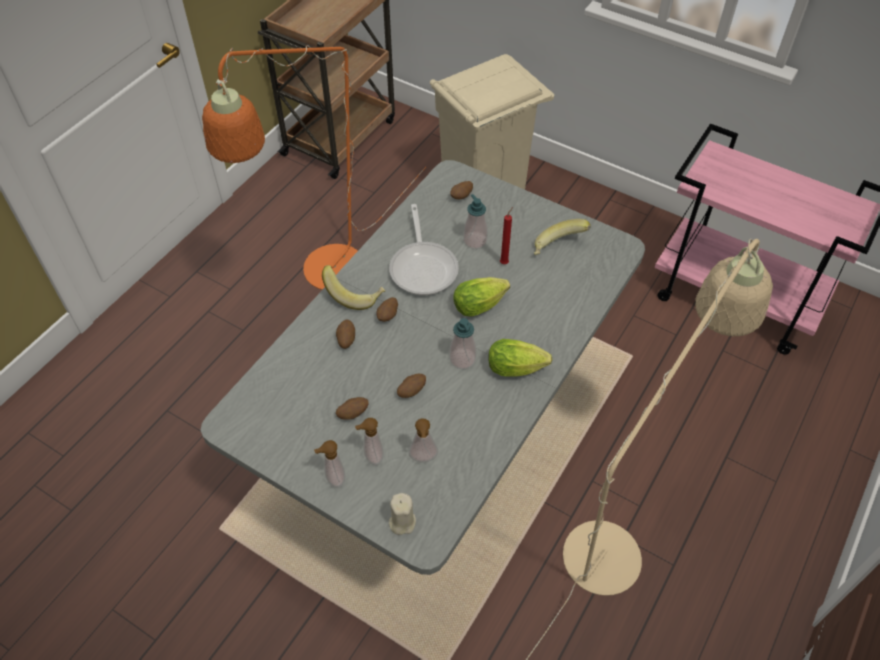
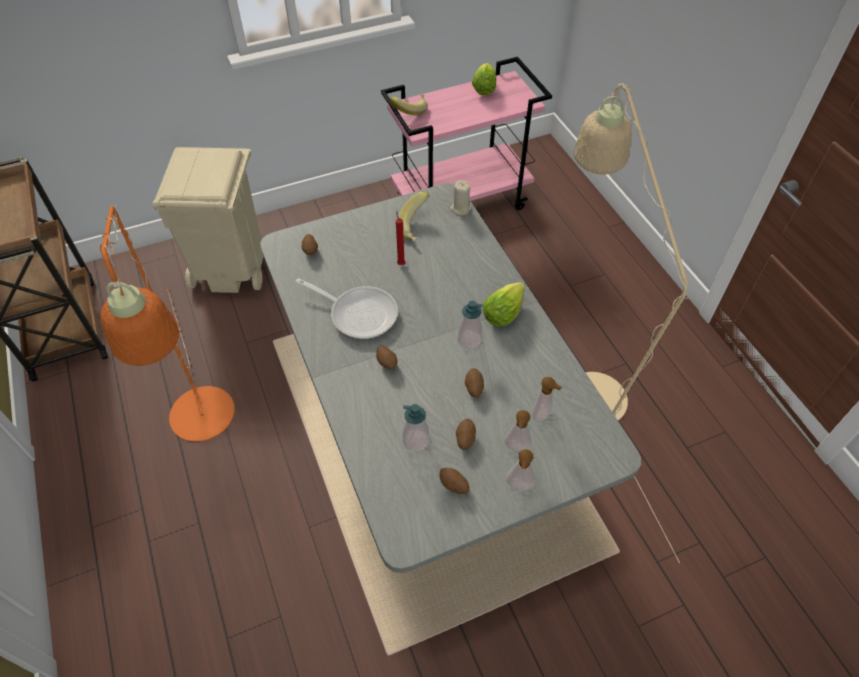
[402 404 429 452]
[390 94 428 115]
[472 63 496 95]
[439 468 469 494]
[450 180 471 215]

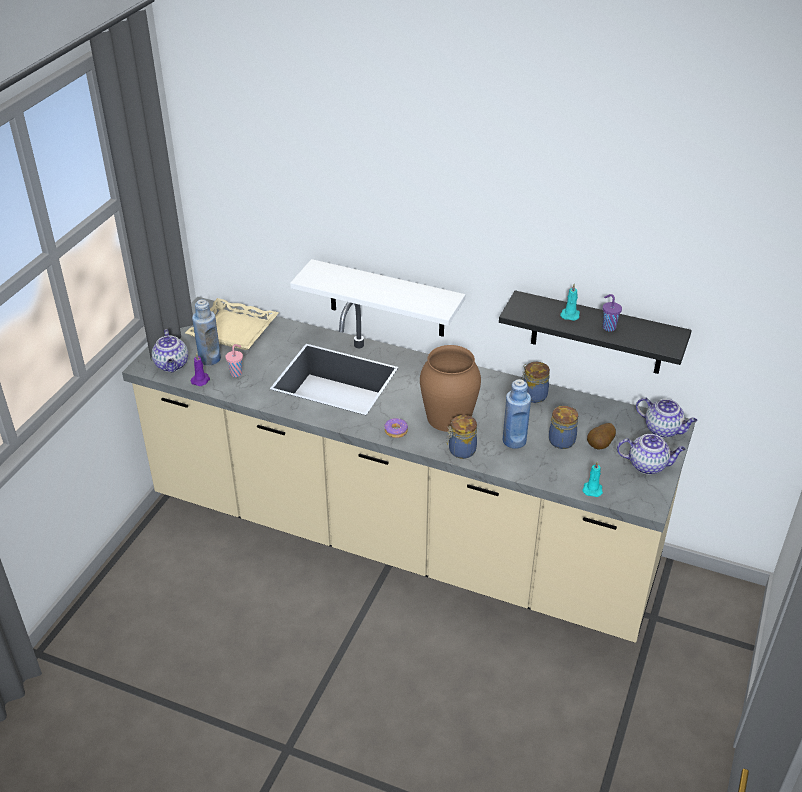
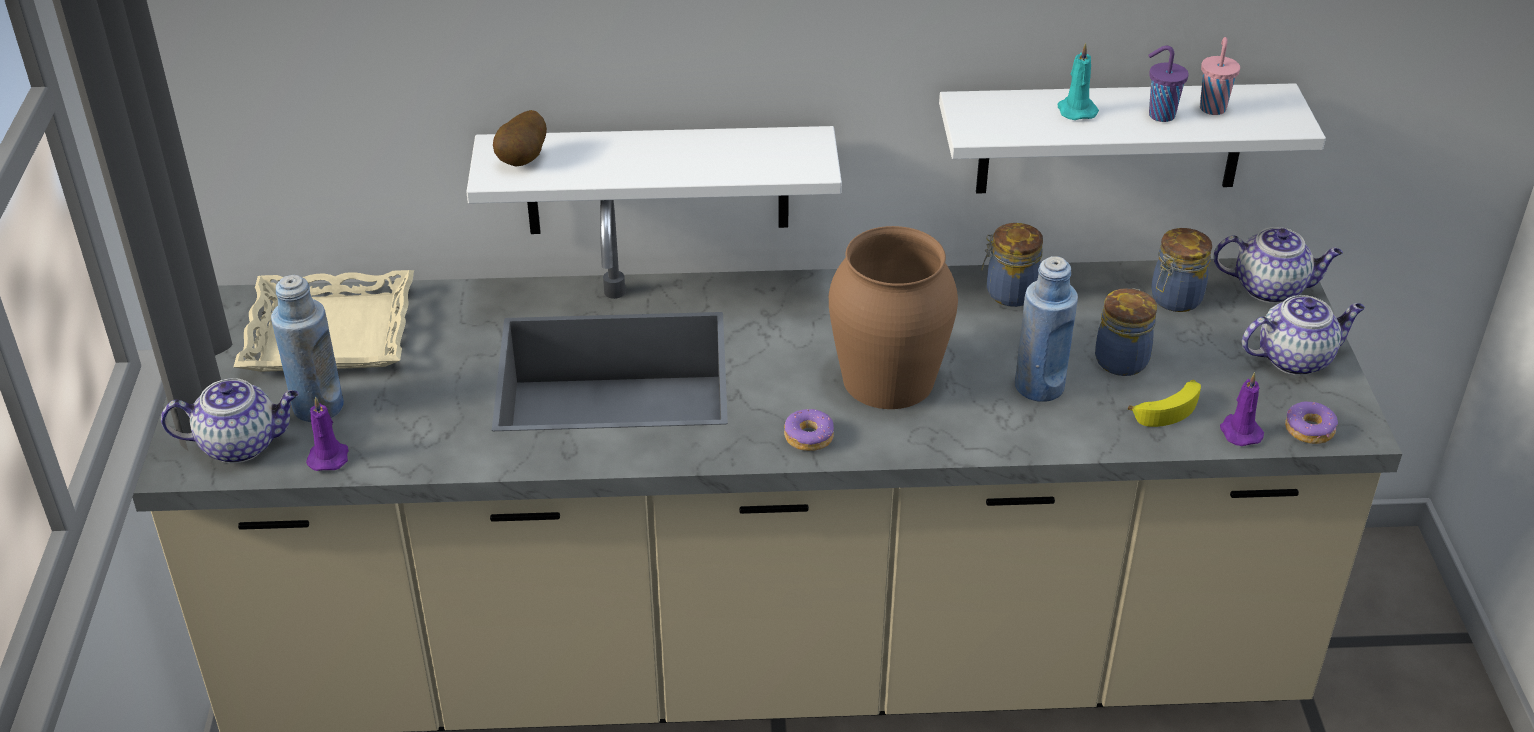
[939 83 1326 194]
[161 378 299 463]
[1200 37 1240 115]
[1151 228 1212 312]
[493 110 547 167]
[1220 372 1264 446]
[1128 380 1201 427]
[1285 402 1338 444]

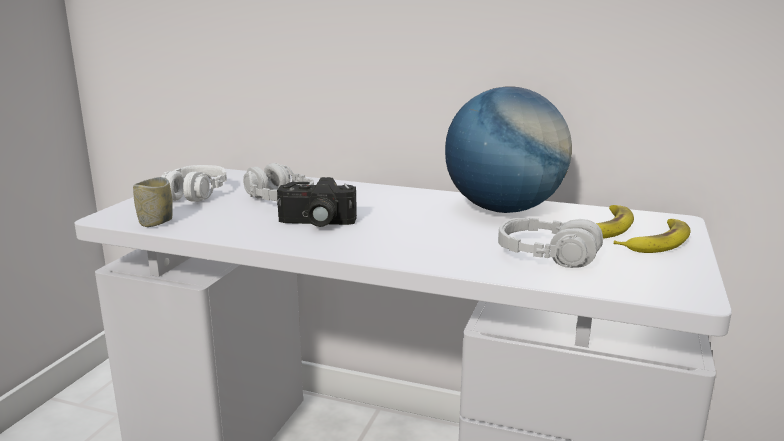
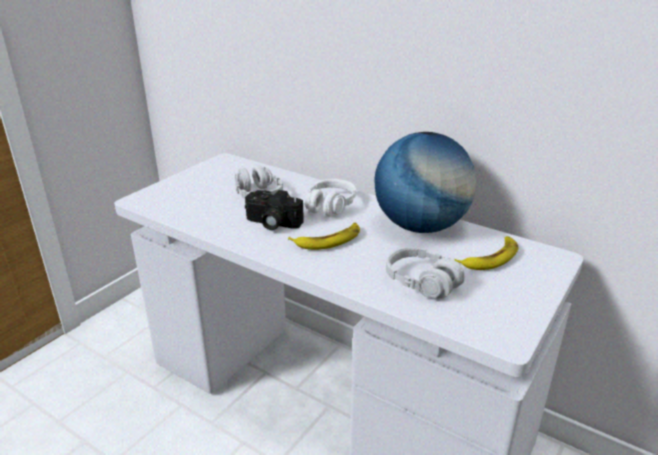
[305 179 356 217]
[133 177 173 227] (first image)
[288 223 360 250]

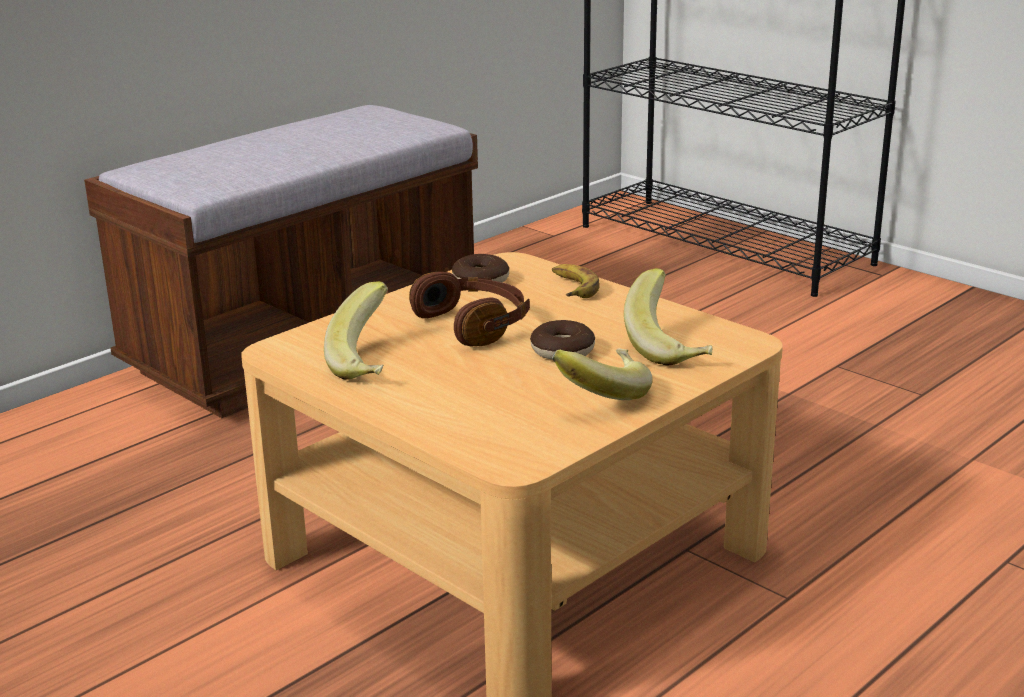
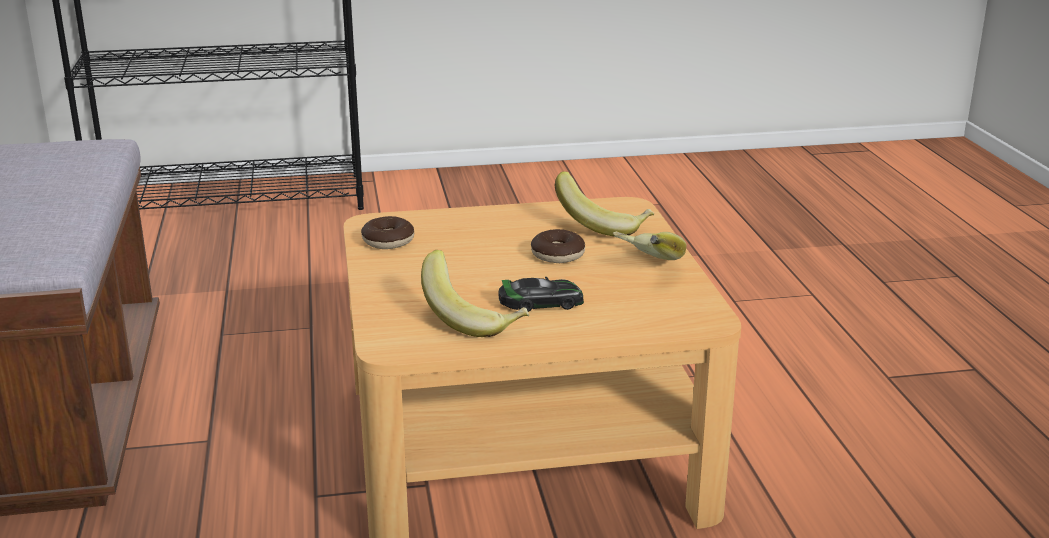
[552 264 600 298] (first image)
[409 272 530 346] (first image)
[499 277 584 312]

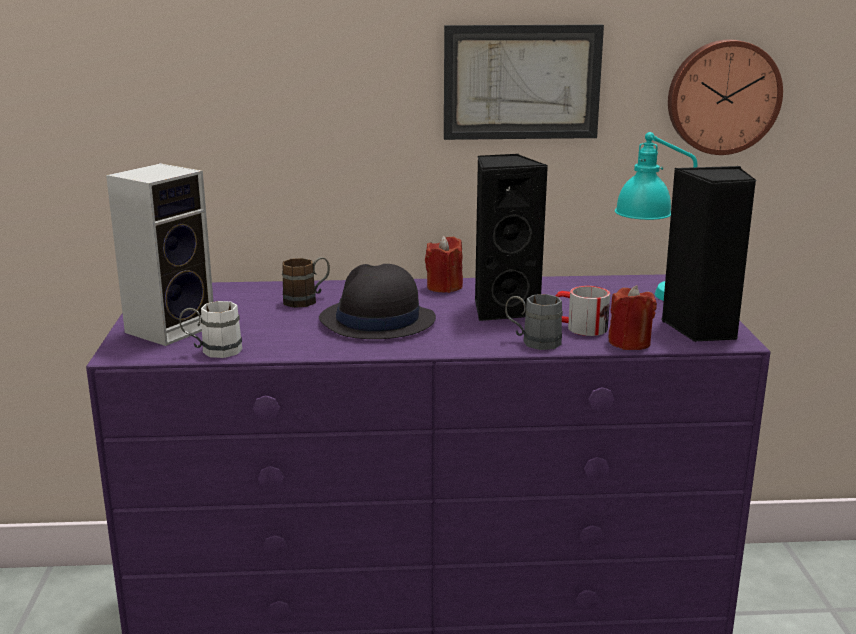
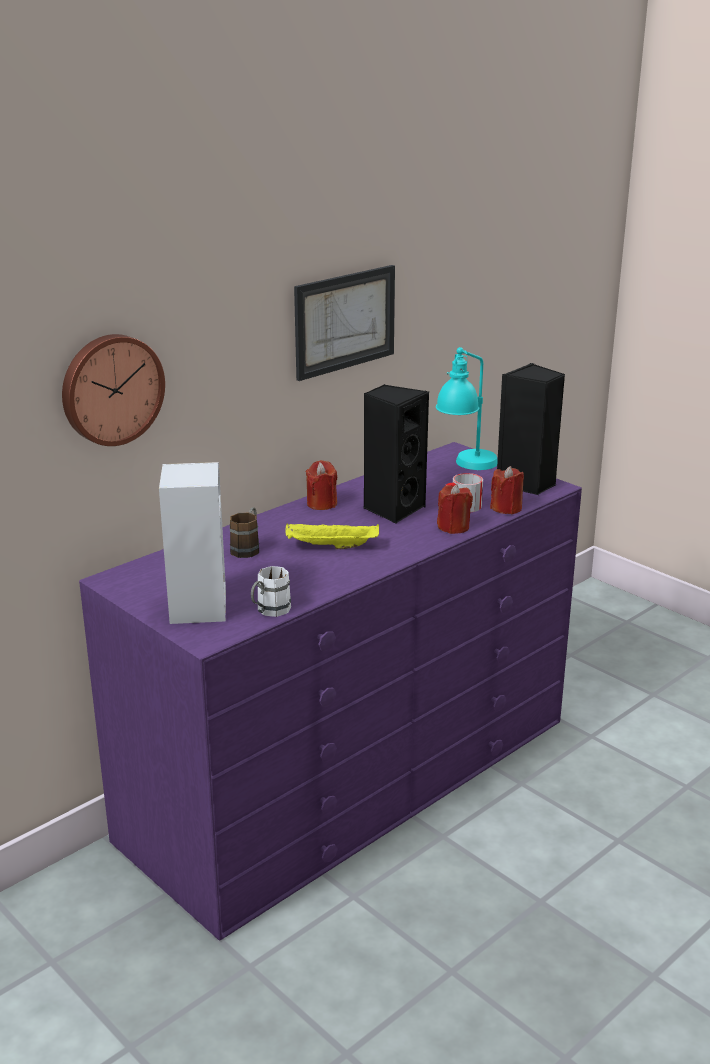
[62 334 165 446]
[285 524 379 549]
[437 484 473 534]

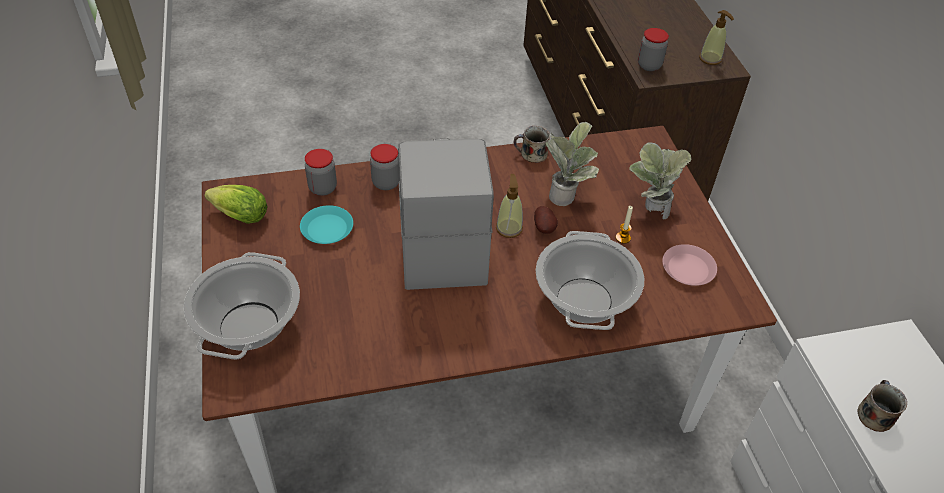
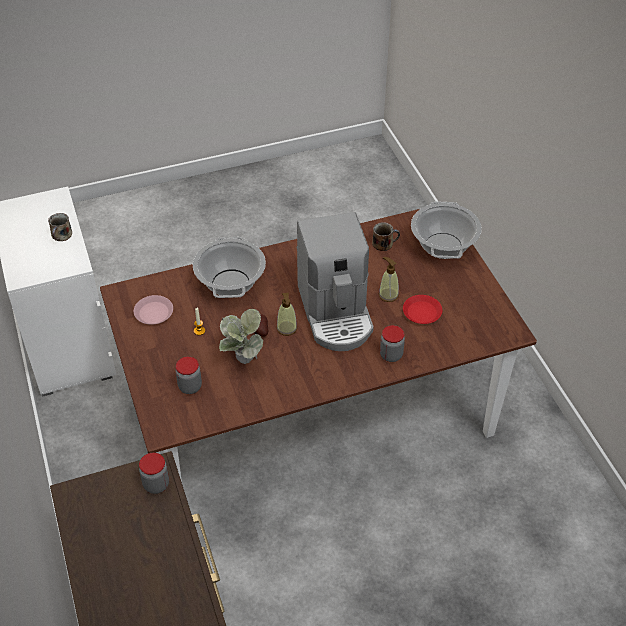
[379 257 399 302]
[372 222 400 251]
[629 142 692 219] (first image)
[176 357 202 394]
[204 185 268 224] (first image)
[403 295 442 324]

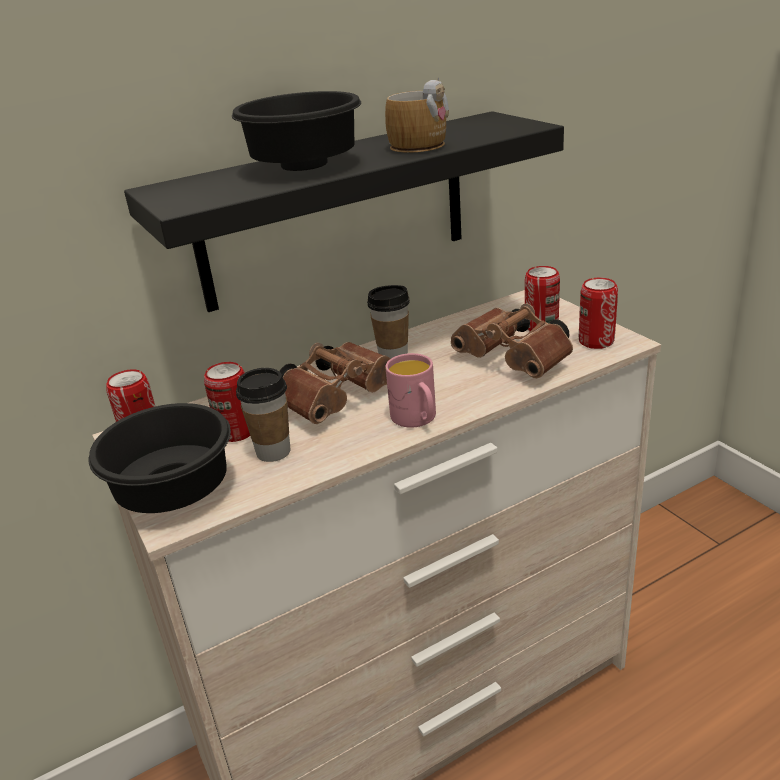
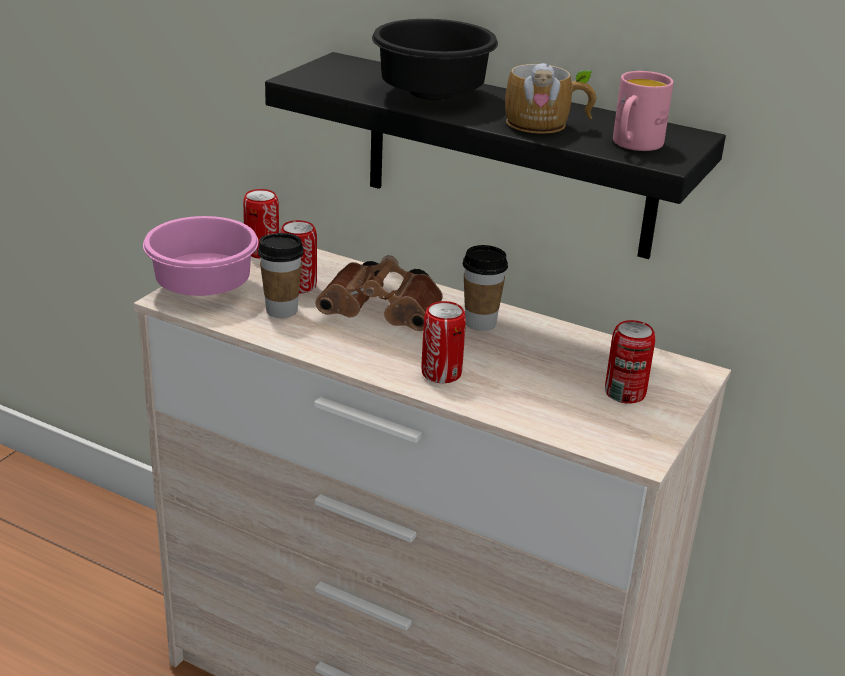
[421 301 466 383]
[451 303 573 378] (first image)
[613 71 674 151]
[143 216 259 296]

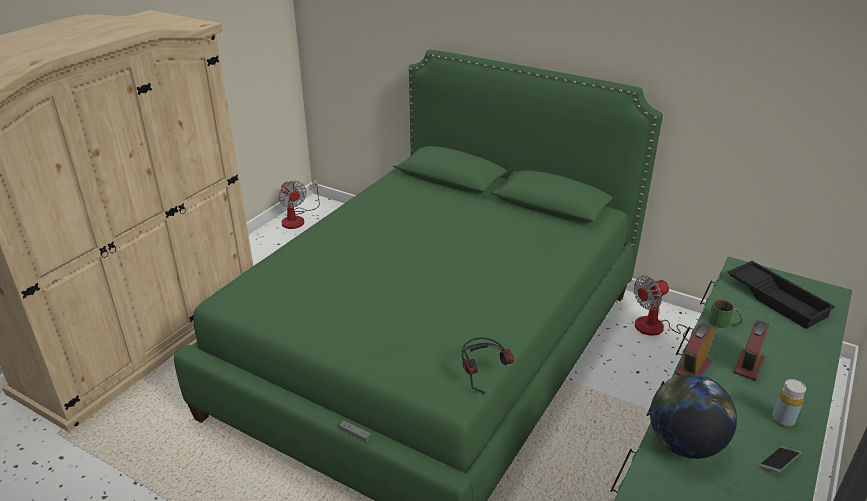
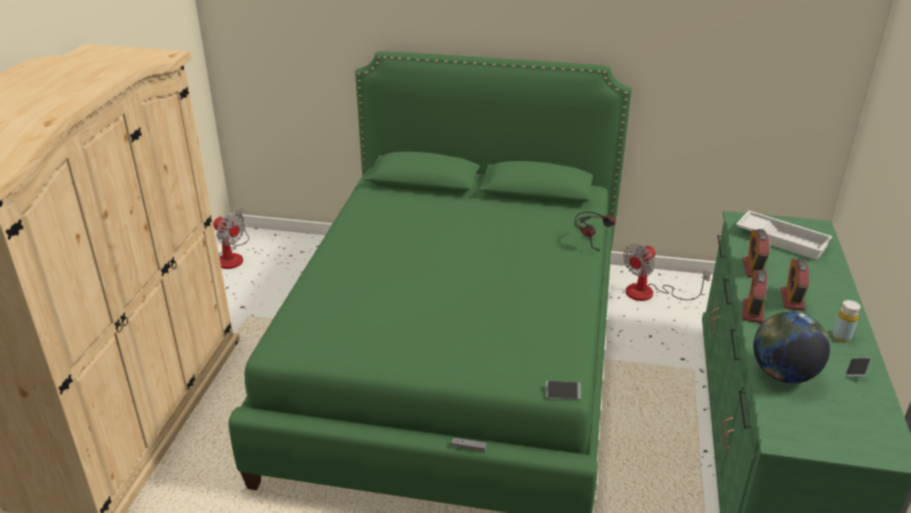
[736 211 832 260]
[742 229 769 277]
[574 212 616 251]
[545 381 581 400]

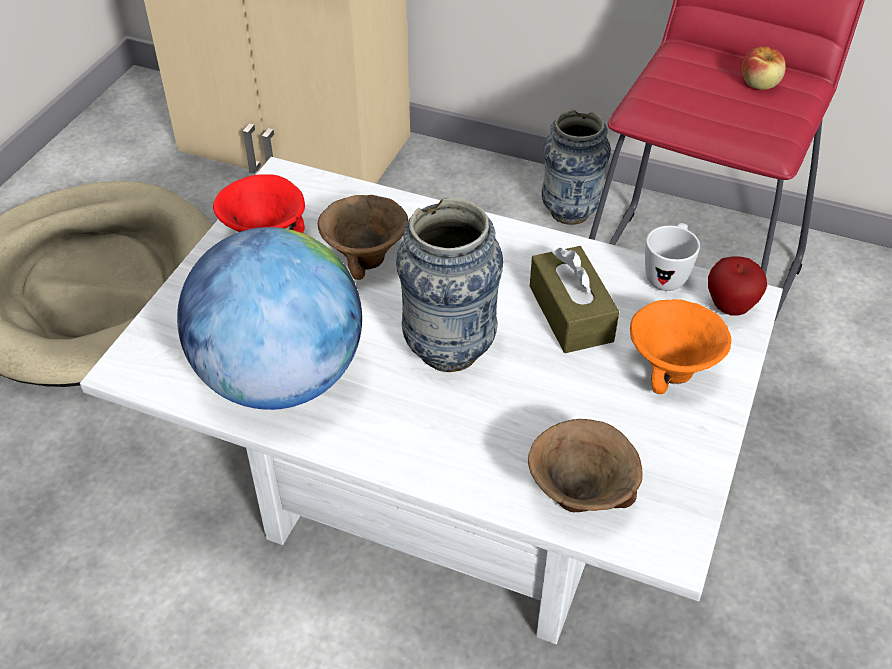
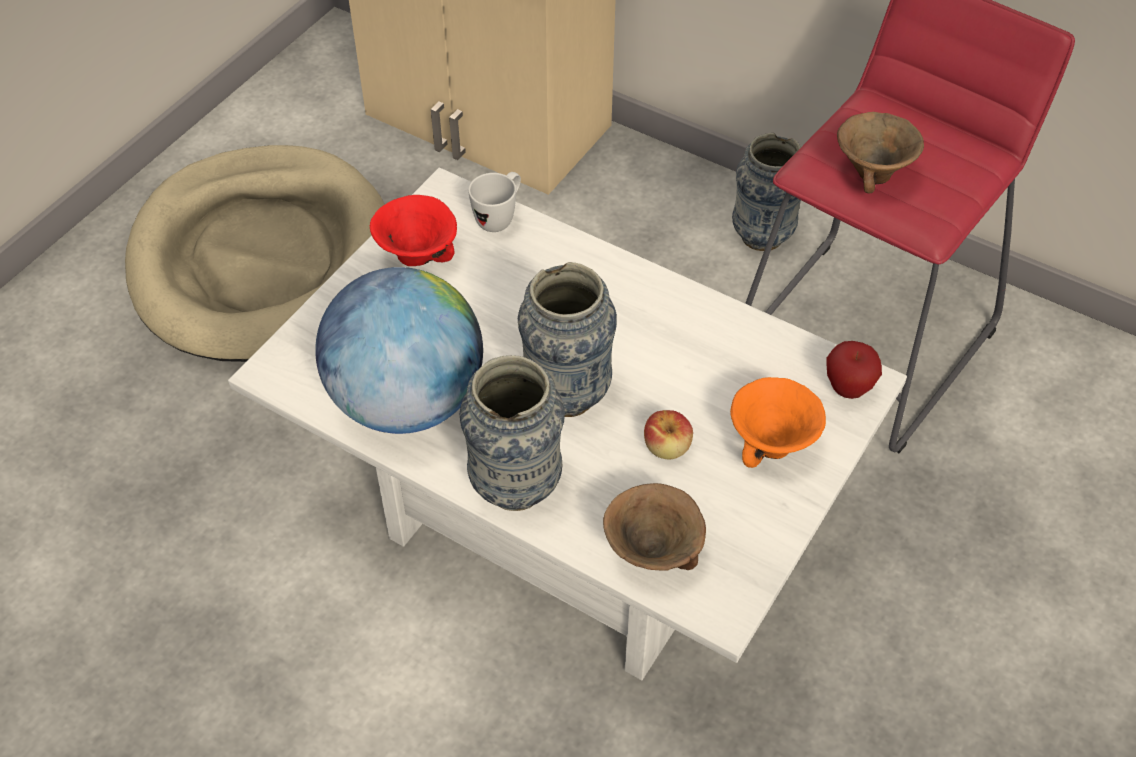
[644 410 693 460]
[837 112 924 193]
[468 172 521 232]
[530 246 619 353] (first image)
[460 355 565 511]

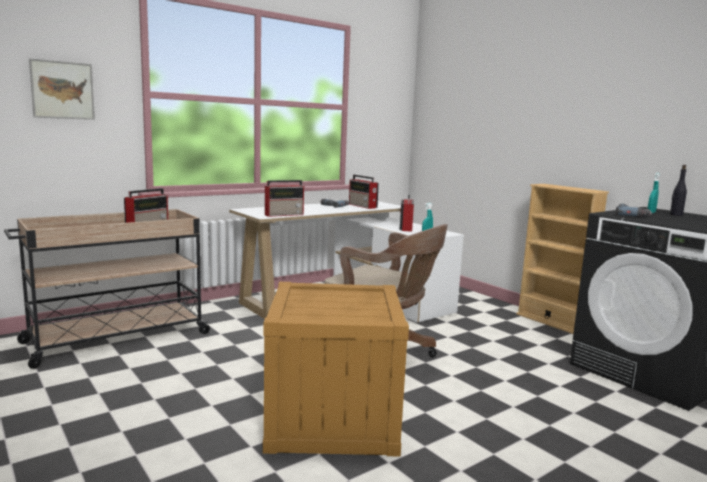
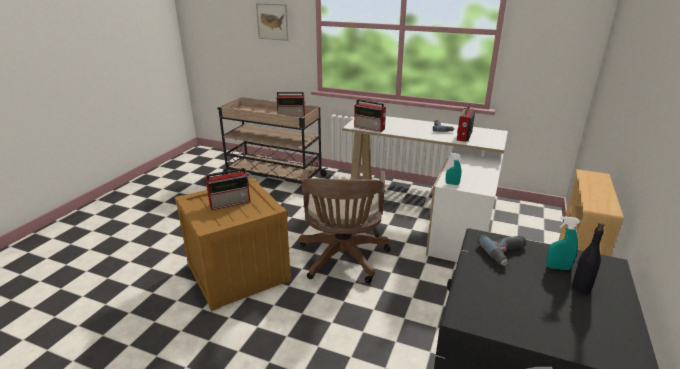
[206 168 250 210]

